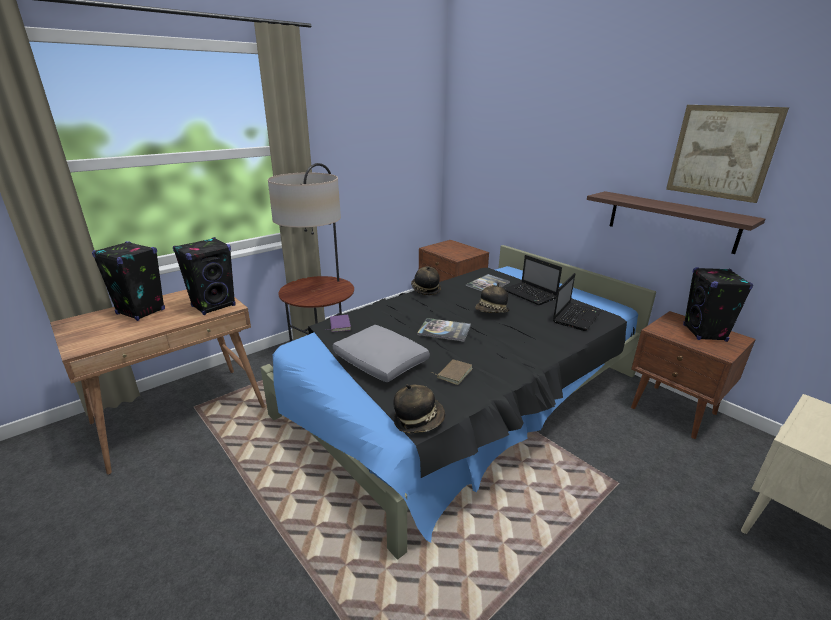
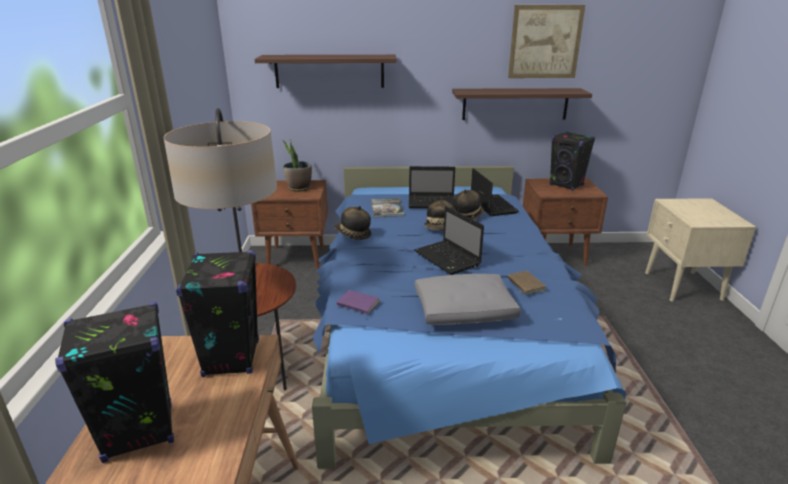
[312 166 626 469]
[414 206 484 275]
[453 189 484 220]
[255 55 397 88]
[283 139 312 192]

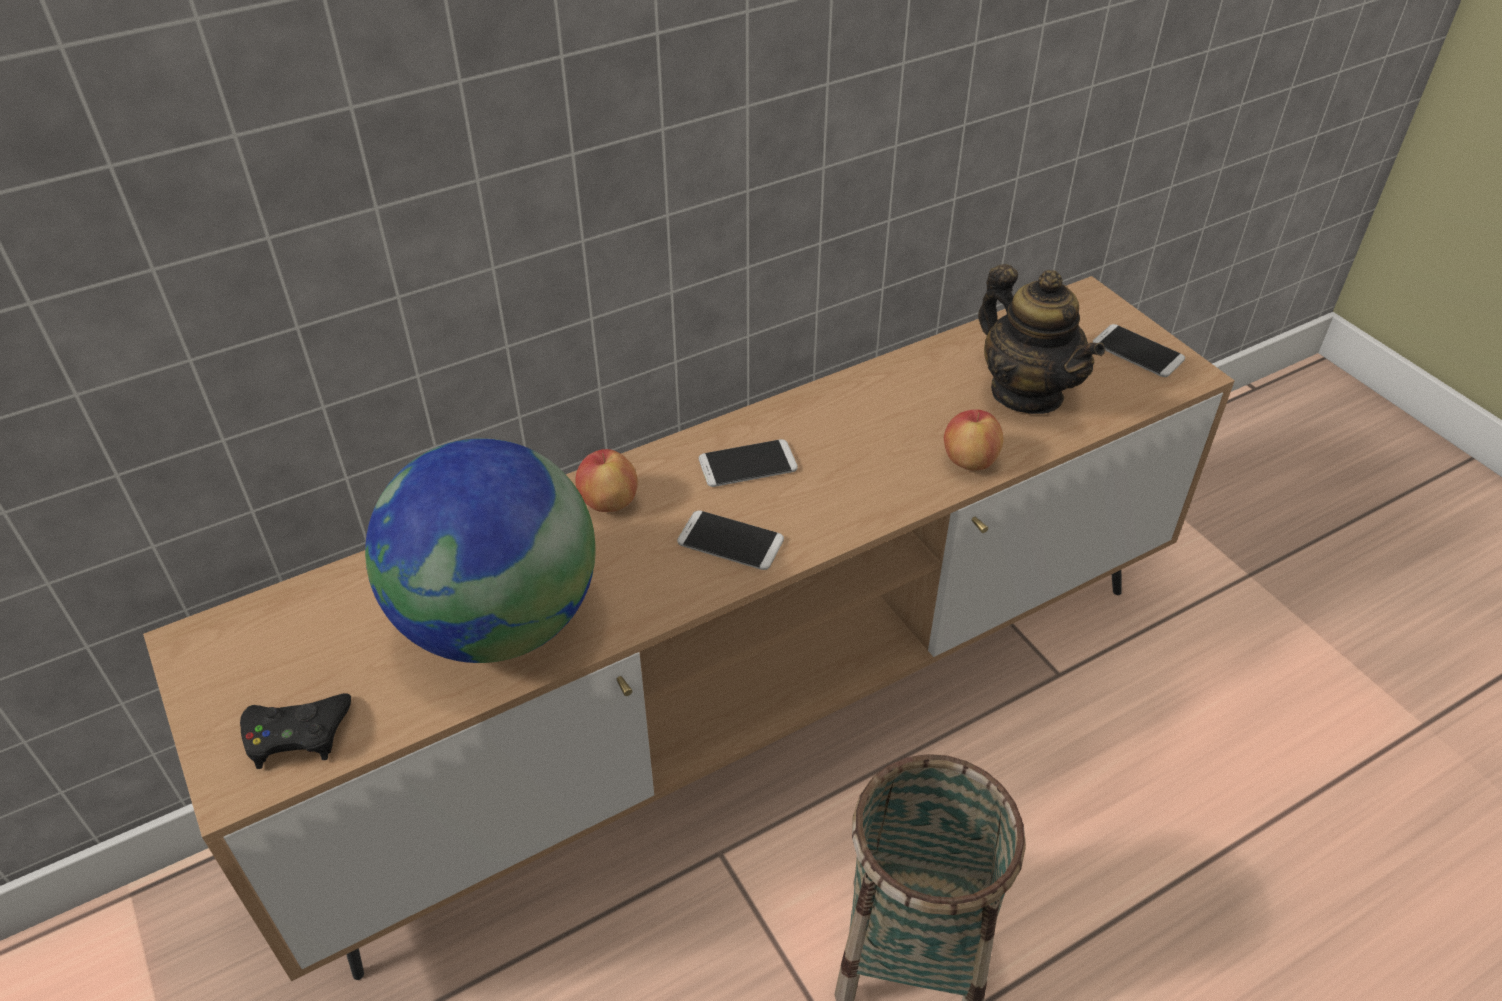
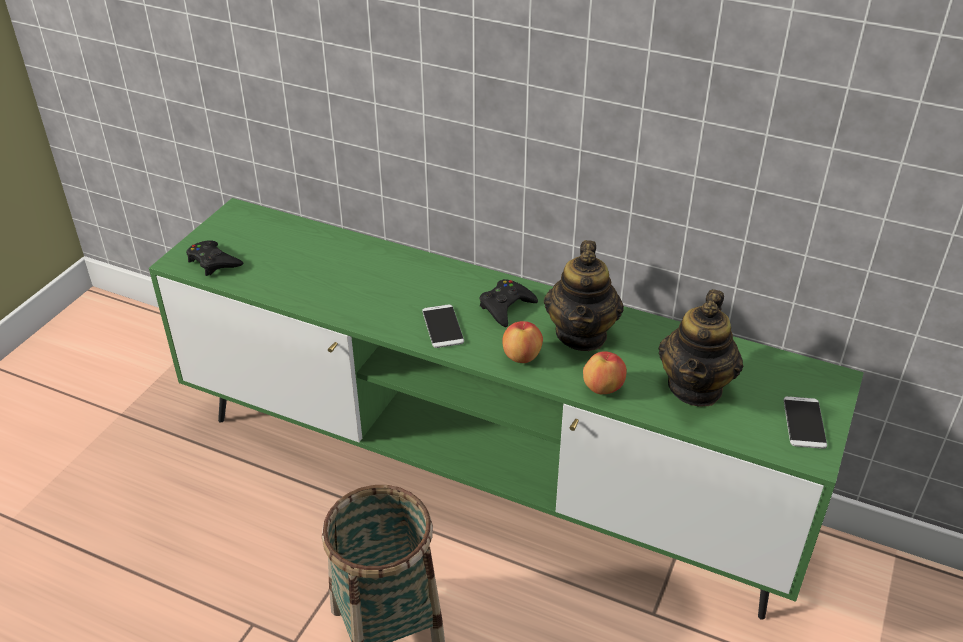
[149 198 864 620]
[365 438 596 663] (first image)
[480 279 538 327]
[503 321 543 363]
[544 240 624 351]

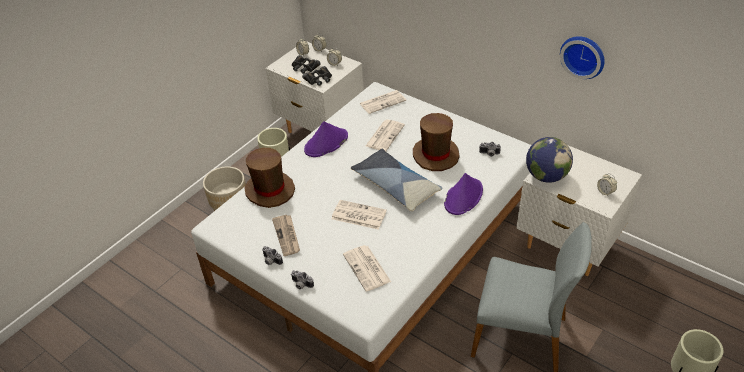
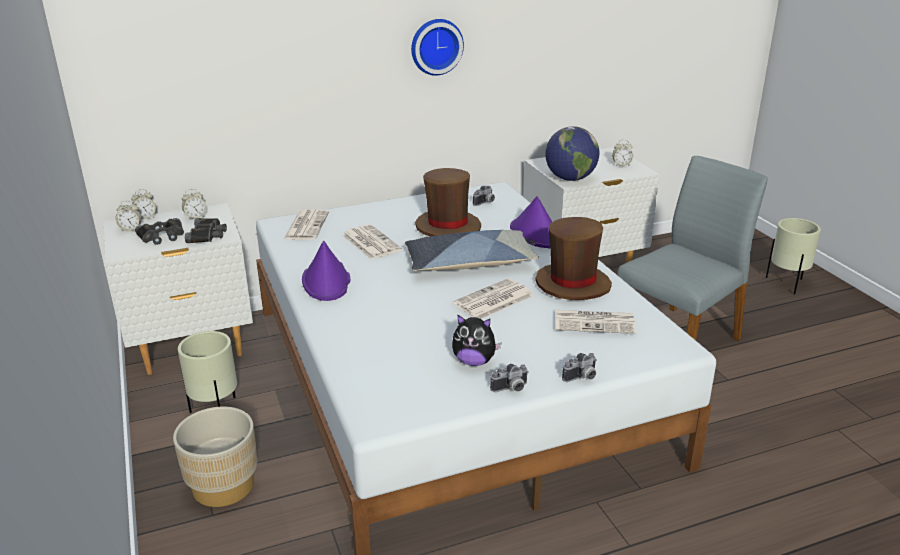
[411 19 464 76]
[535 217 612 300]
[452 314 502 366]

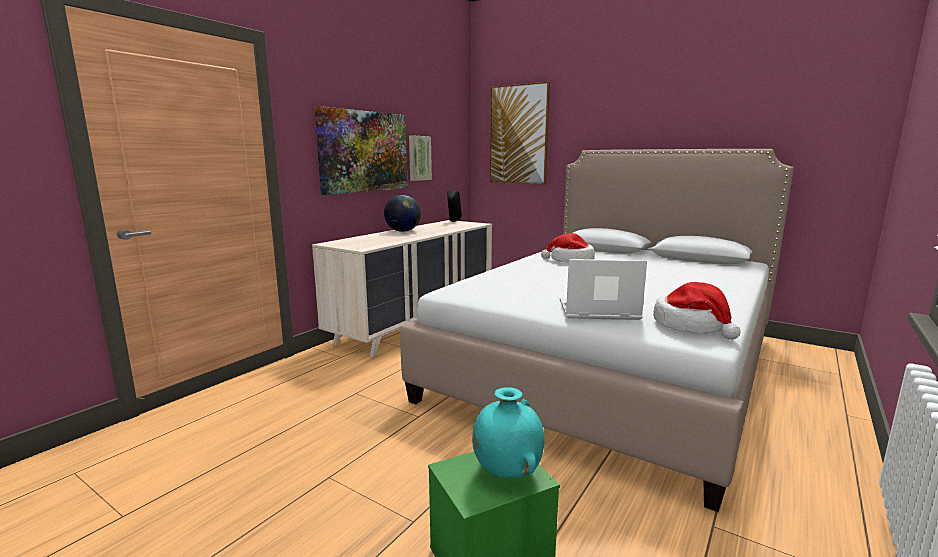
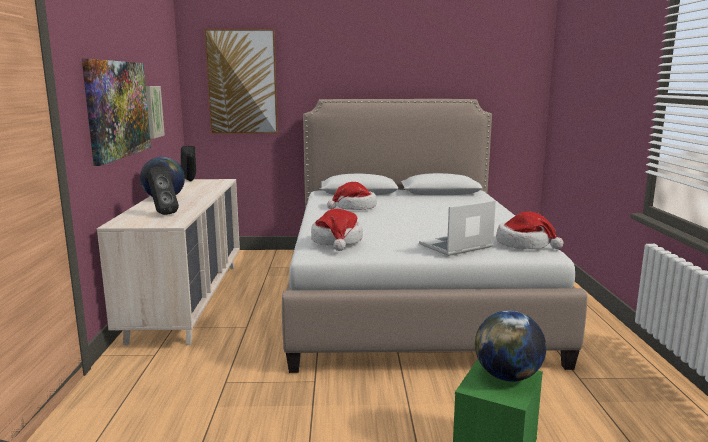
[475 311 546 382]
[147 166 179 215]
[311 209 363 251]

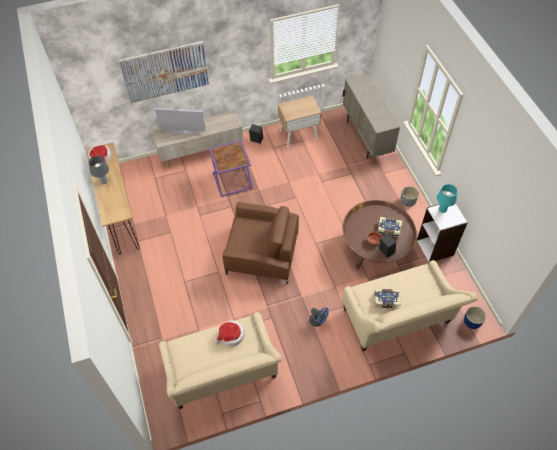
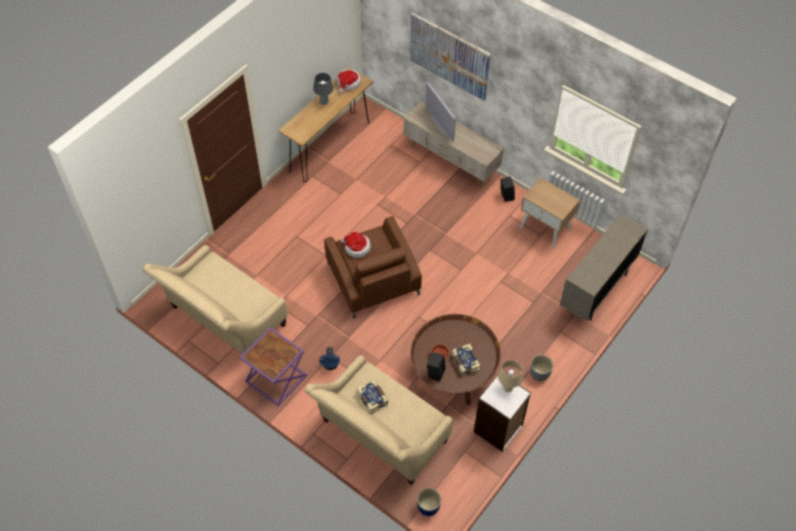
[239 327 307 406]
[498 360 523 392]
[340 232 371 258]

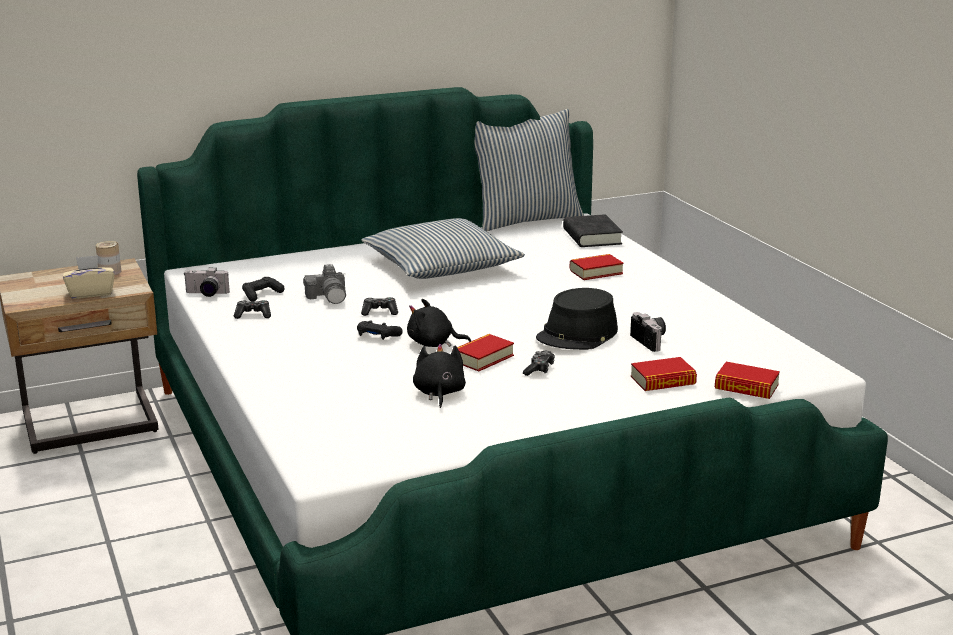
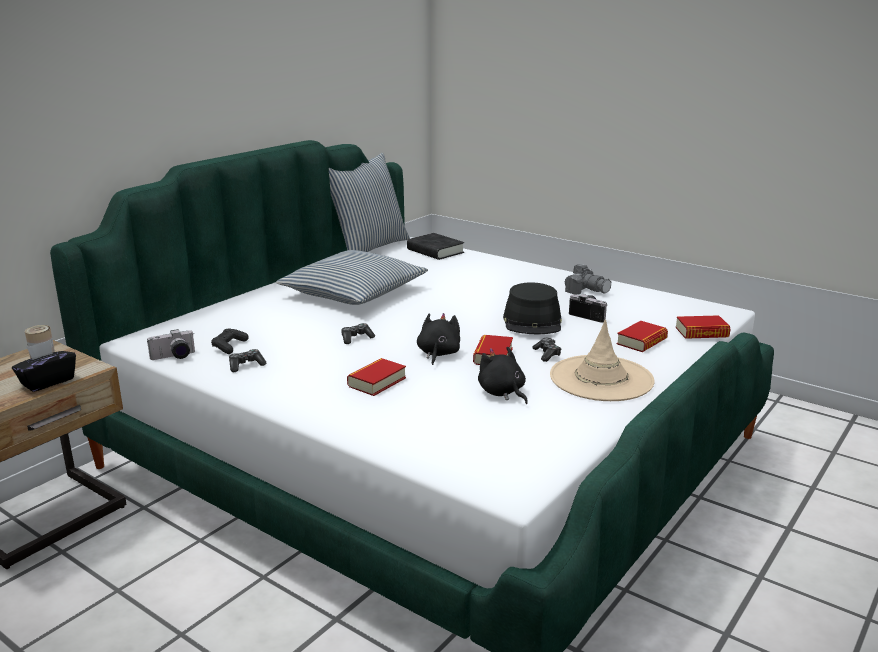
[347 358 406 396]
[12 340 76 392]
[565 264 611 295]
[417 313 460 365]
[357 320 403 340] (first image)
[550 319 654 401]

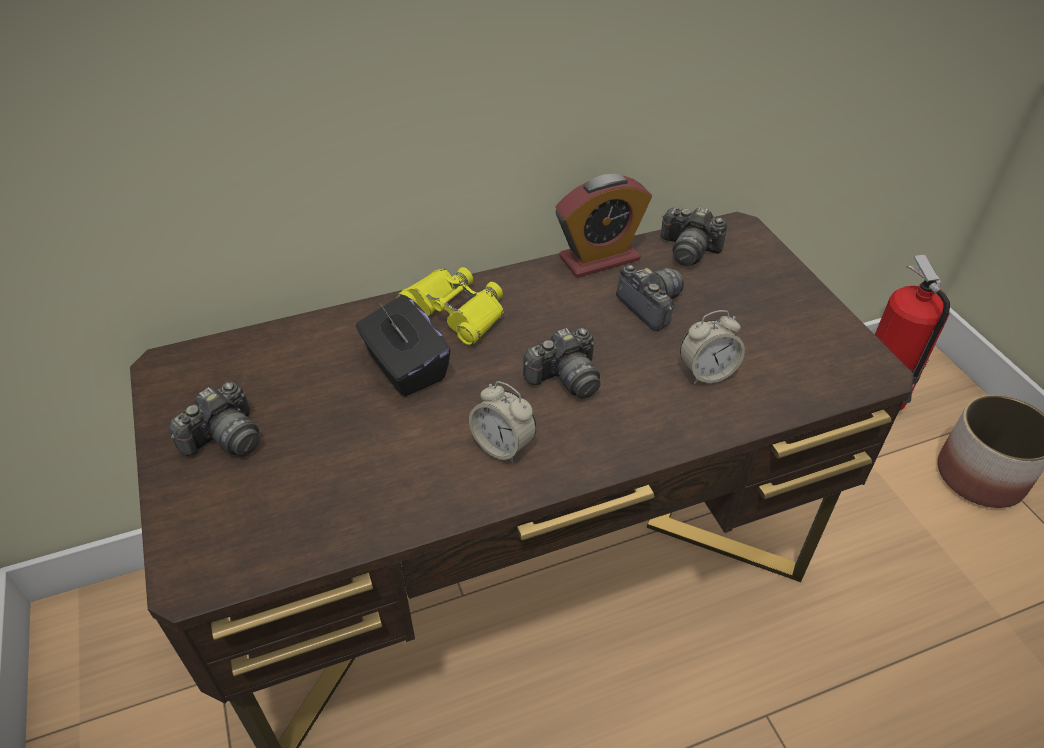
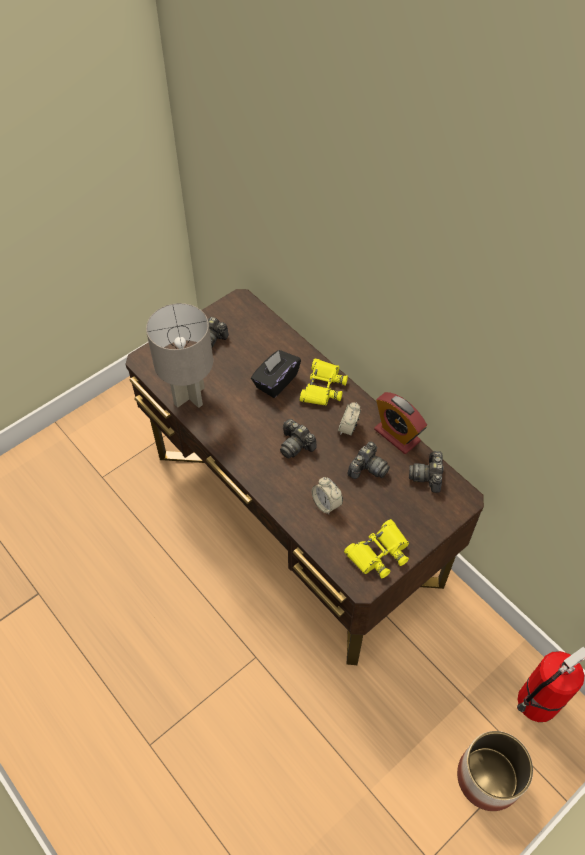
[338 403 361 435]
[146 303 213 408]
[344 519 409 578]

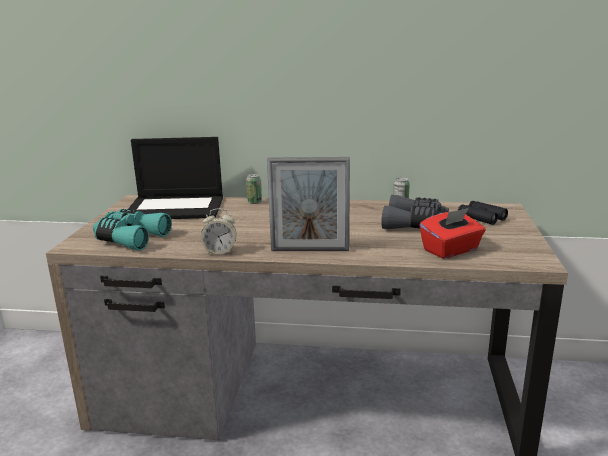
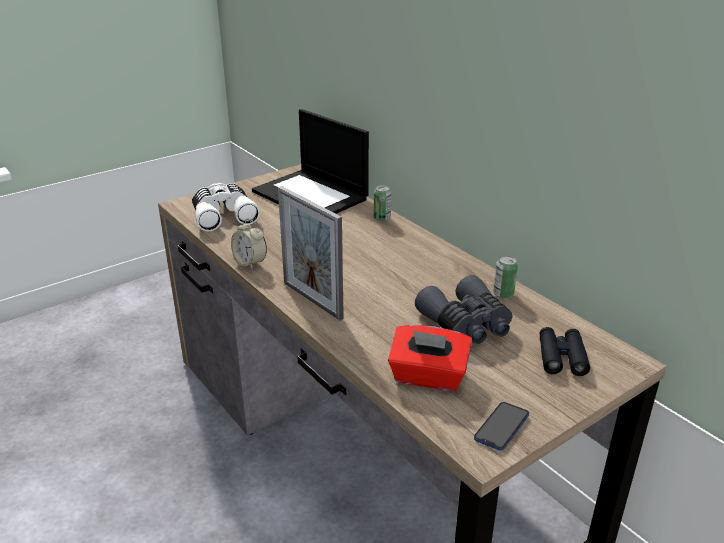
[192 183 260 232]
[474 402 529 450]

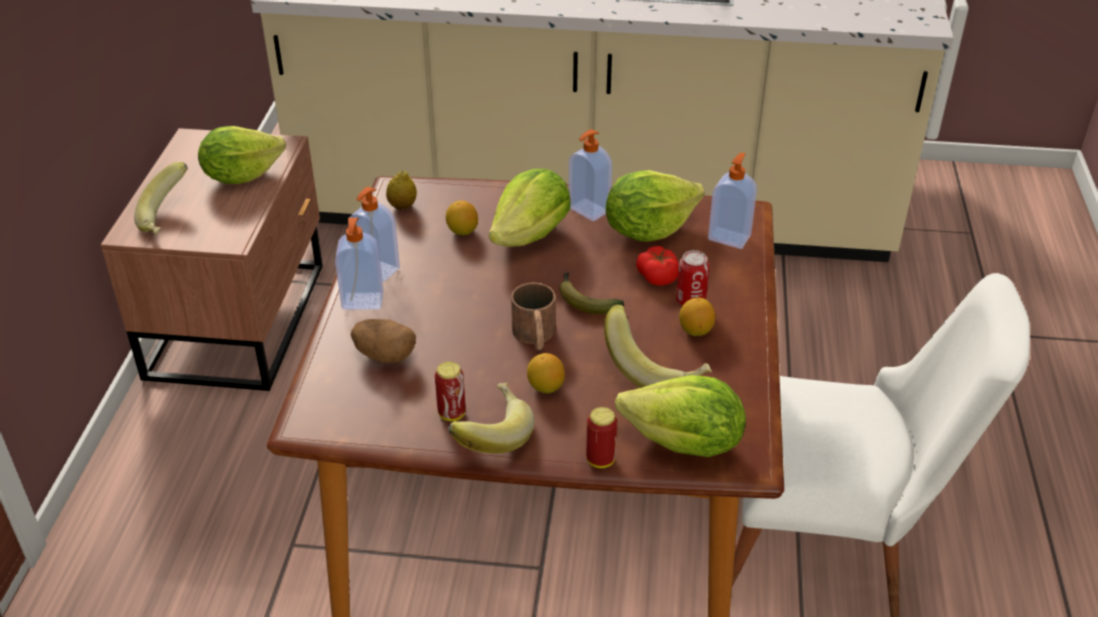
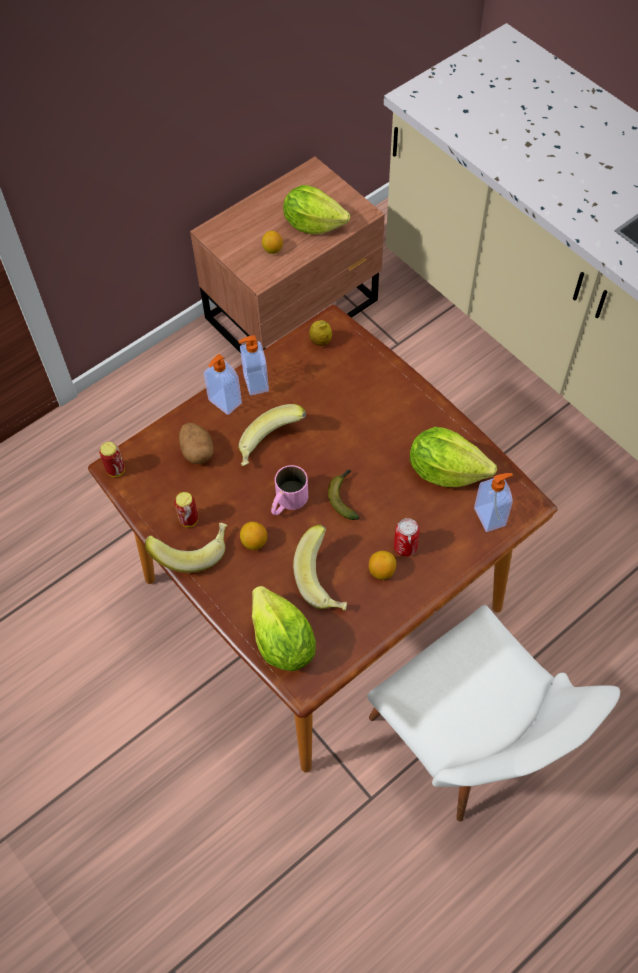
[569 129 612 221] (first image)
[239 404 306 466]
[489 169 570 247] (first image)
[262 231 283 254]
[636 246 679 286] (first image)
[271 465 308 515]
[99 442 125 477]

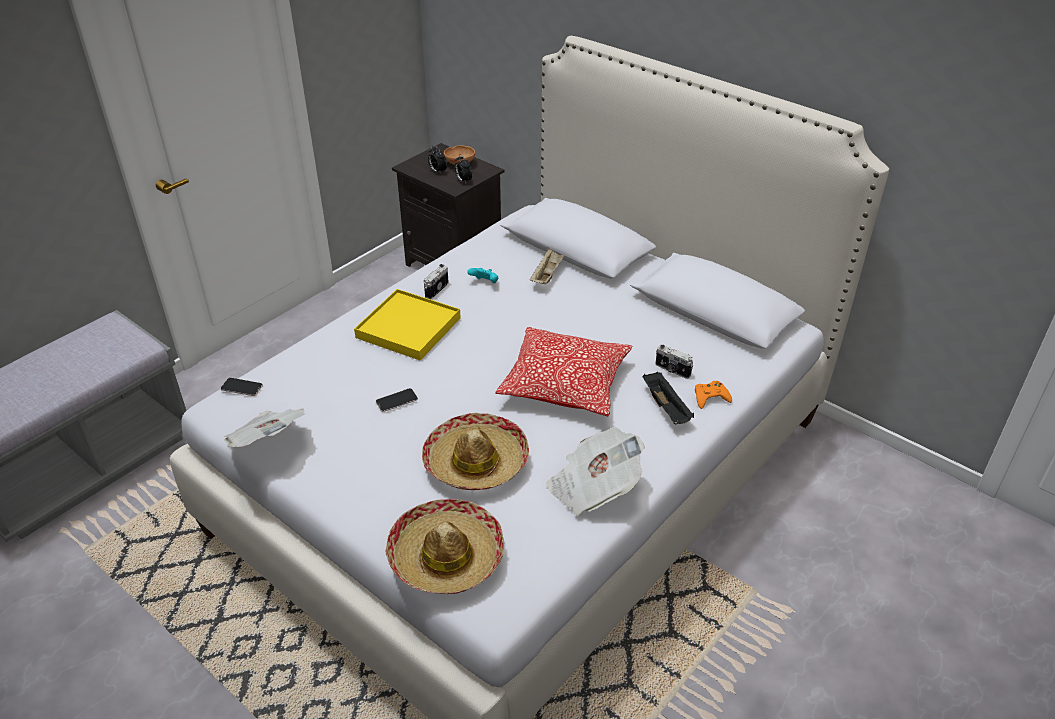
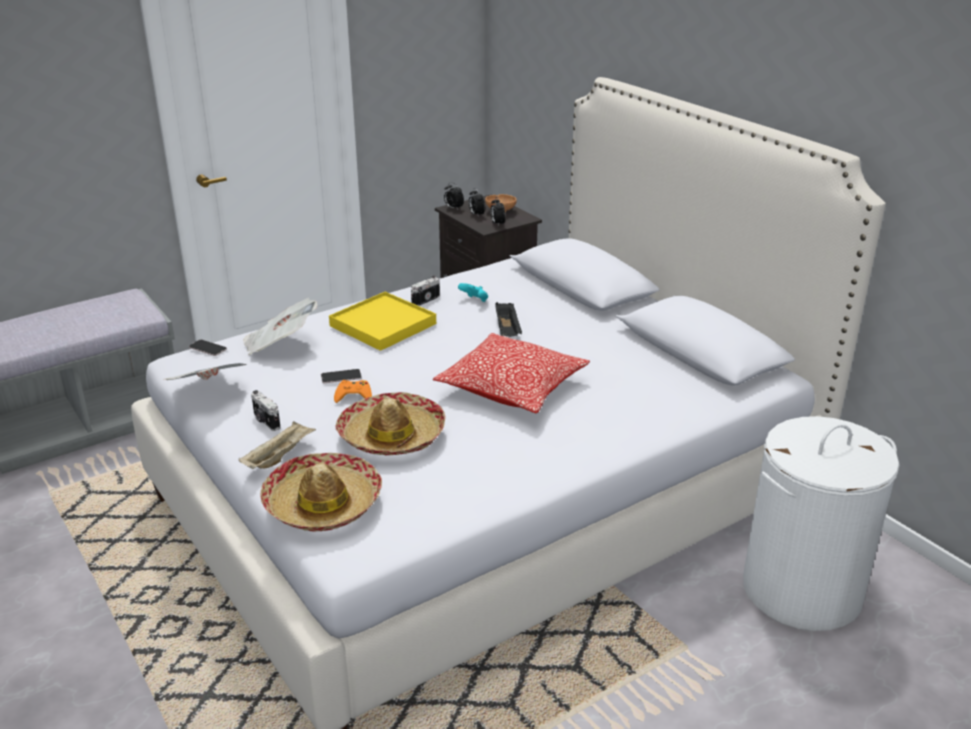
[239 421 316 469]
[251 390 281 431]
[495 302 522 337]
[334 380 372 403]
[243 298 317 355]
[444 182 464 210]
[743 416 899 631]

